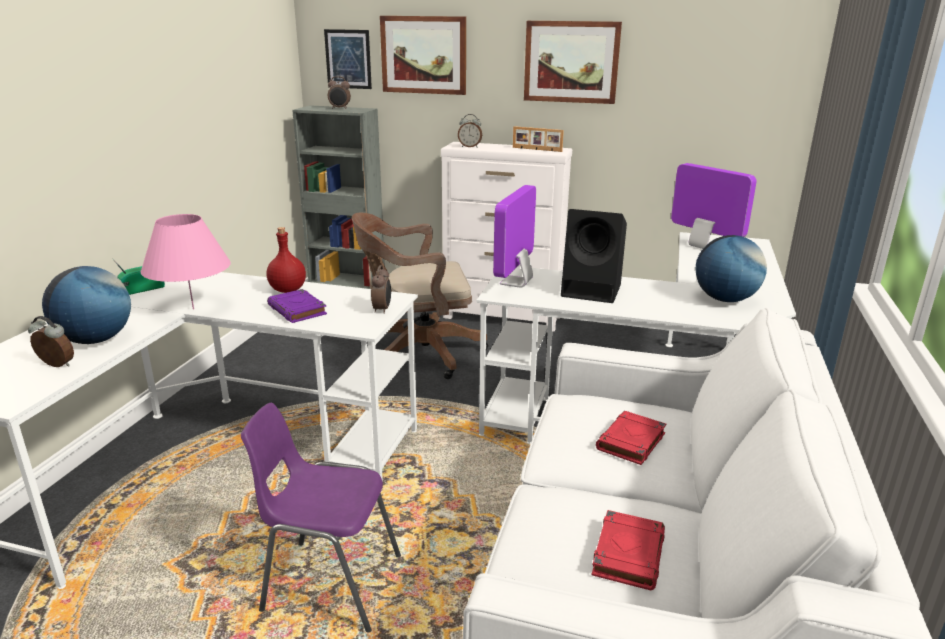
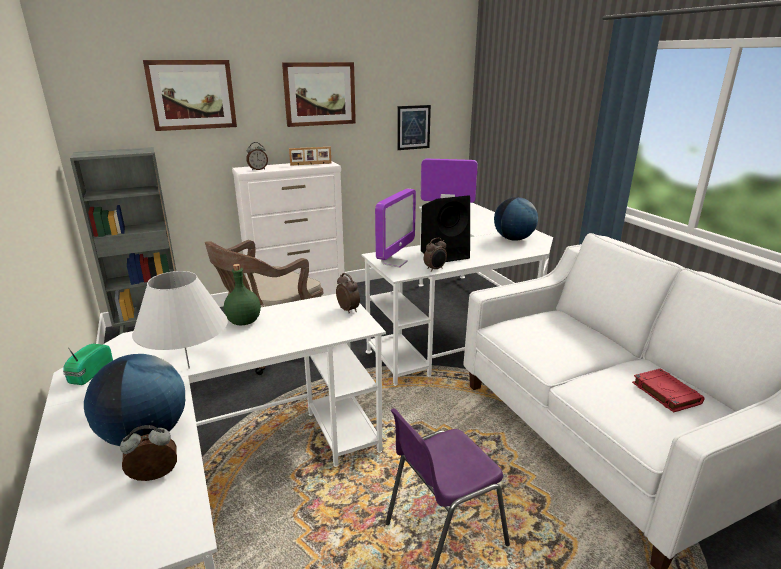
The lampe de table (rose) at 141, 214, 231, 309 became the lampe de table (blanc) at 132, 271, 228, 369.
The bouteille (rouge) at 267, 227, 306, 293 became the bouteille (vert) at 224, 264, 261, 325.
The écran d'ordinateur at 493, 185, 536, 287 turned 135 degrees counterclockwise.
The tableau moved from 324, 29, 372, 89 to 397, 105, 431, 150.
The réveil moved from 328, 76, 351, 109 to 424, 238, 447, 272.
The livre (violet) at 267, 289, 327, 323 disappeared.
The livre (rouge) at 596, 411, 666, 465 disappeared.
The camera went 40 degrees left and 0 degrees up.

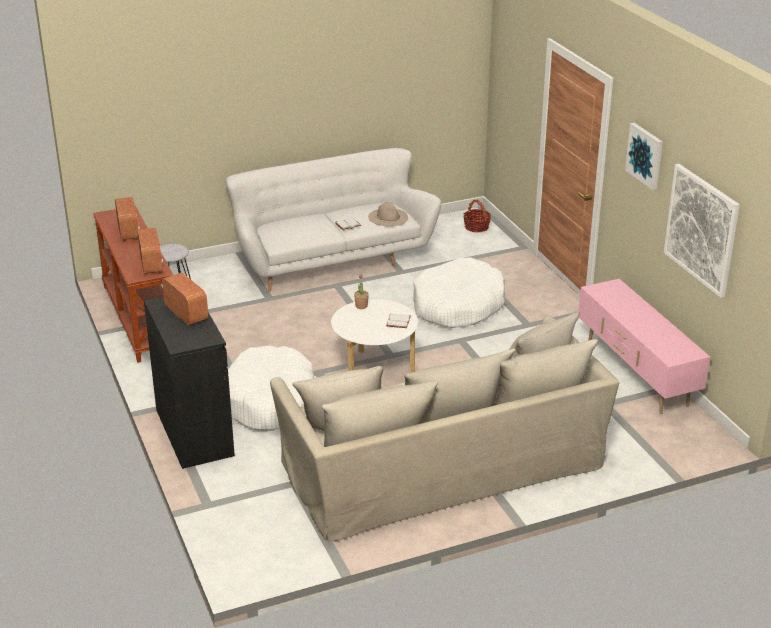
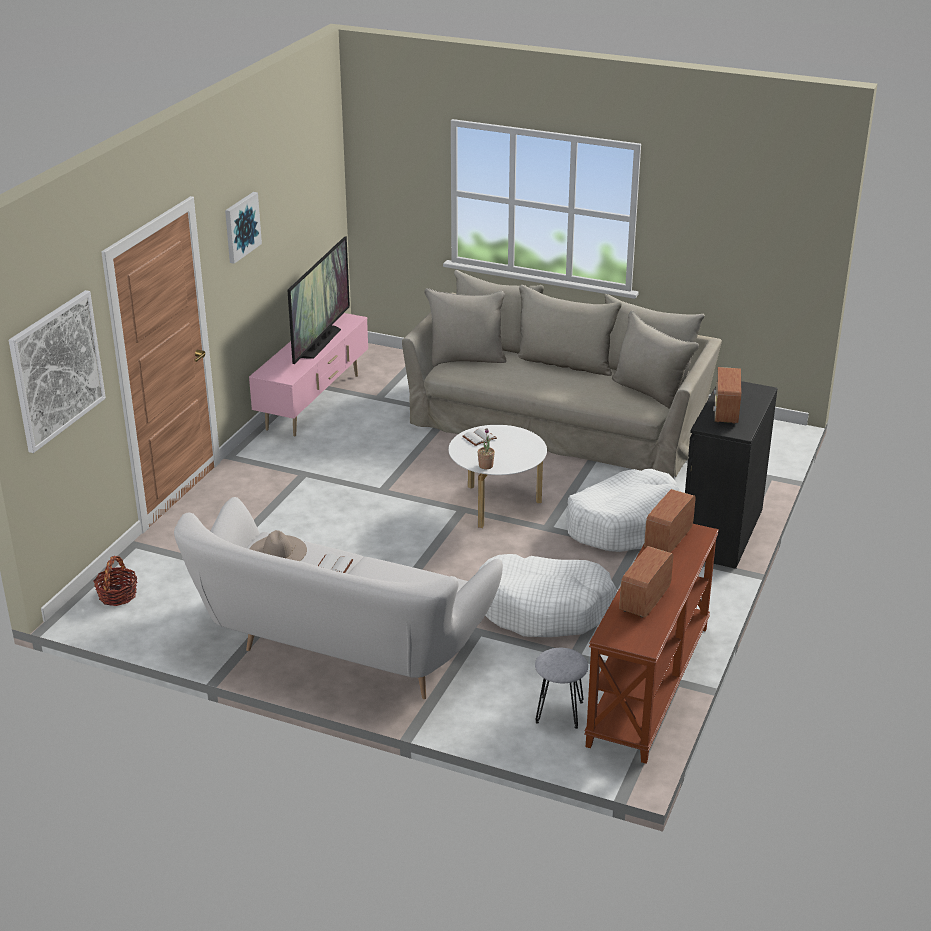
The tableau moved from 664, 164, 740, 298 to 9, 290, 106, 453.
The téléviseur at 287, 236, 350, 364 appeared.
The panier pour chien (blanc) moved from 413, 257, 505, 328 to 479, 554, 617, 637.
The camera went 135 degrees left and 0 degrees up.

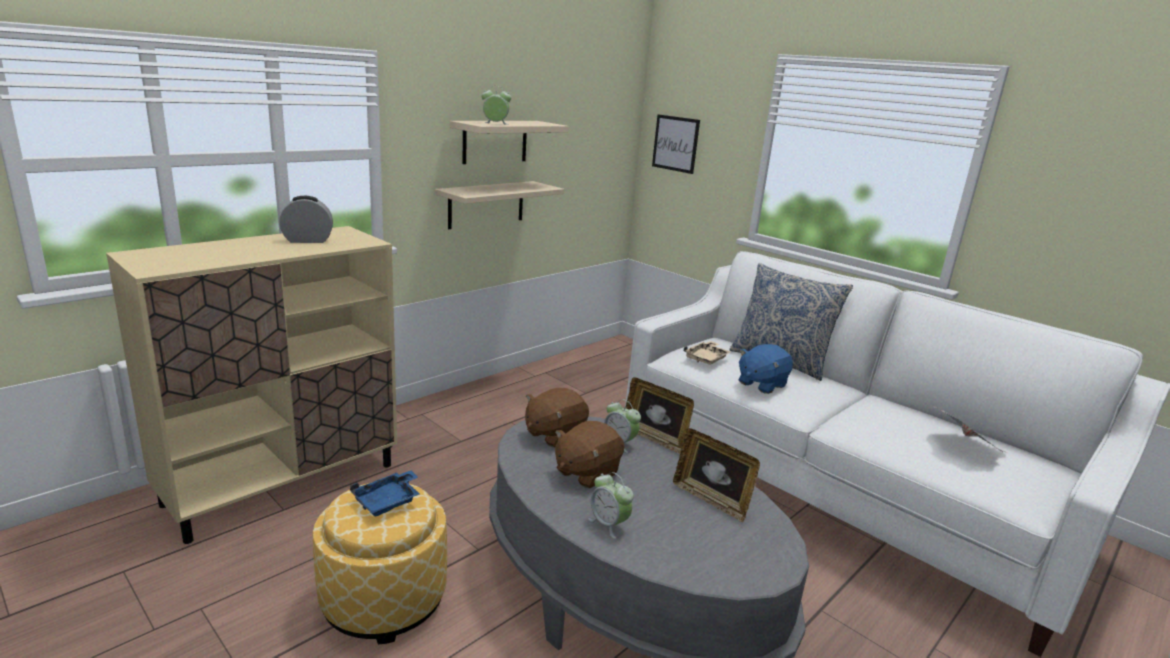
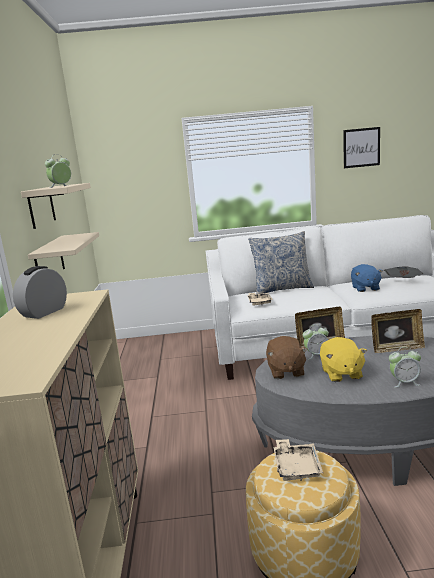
The plateau (bleu) at 350, 471, 420, 516 became the plateau (beige) at 273, 439, 323, 481.
The peluche (marron) at 555, 421, 624, 488 became the peluche (jaune) at 320, 337, 367, 382.
The tableau moved from 652, 114, 700, 174 to 343, 127, 380, 168.
The peluche (bleu) moved from 738, 344, 793, 394 to 351, 264, 383, 292.
The camera went 45 degrees left and 5 degrees down.

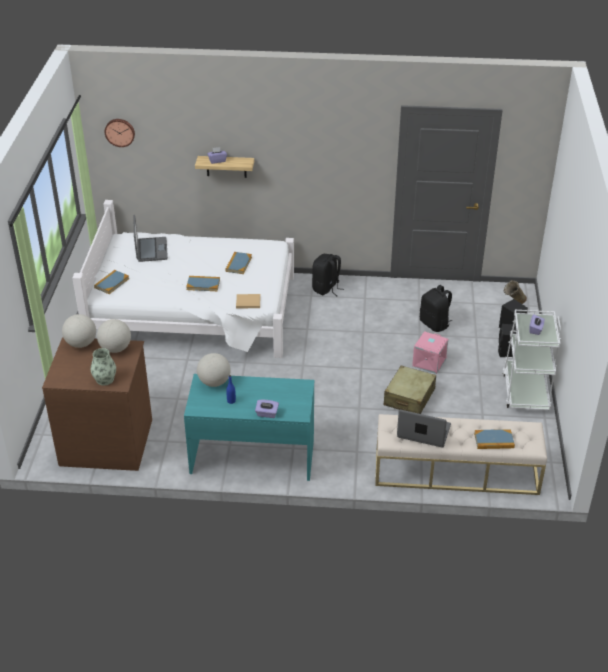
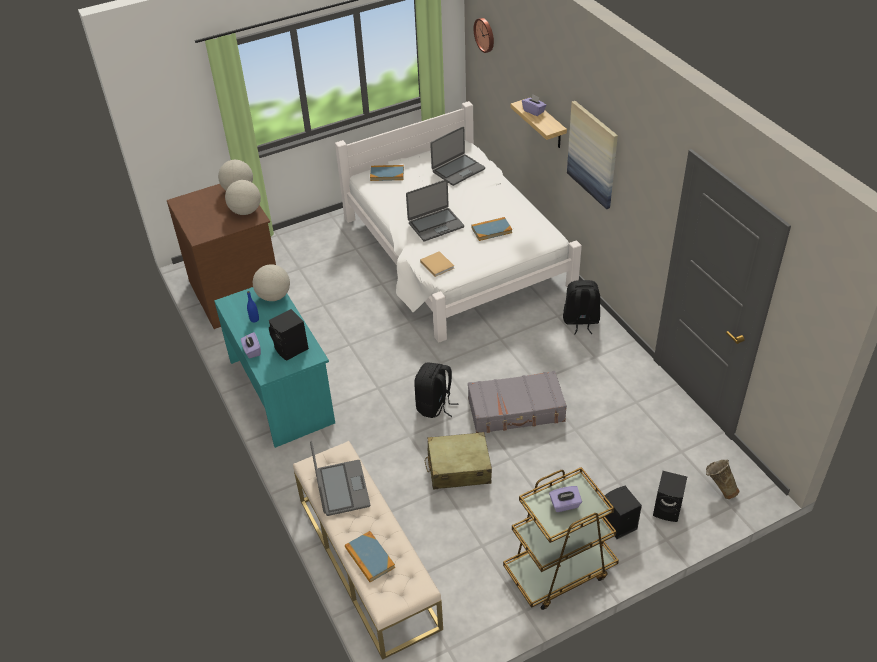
The enceinte (noir) at 269, 309, 309, 361 appeared.
The livre at 186, 276, 220, 291 was replaced by the ordinateur portable at 406, 179, 464, 241.
The sac à dos (noir) moved from 420, 285, 452, 332 to 414, 362, 458, 418.
The valise (gris) at 468, 371, 567, 433 appeared.
The chariot (blanc) at 503, 310, 561, 410 became the chariot (marron) at 503, 467, 619, 610.
The tableau at 567, 101, 618, 209 appeared.
The vase at 91, 348, 116, 386 disappeared.
The boîte de rangement (rose) at 412, 331, 448, 374 disappeared.
The camera went 60 degrees right and 5 degrees up.

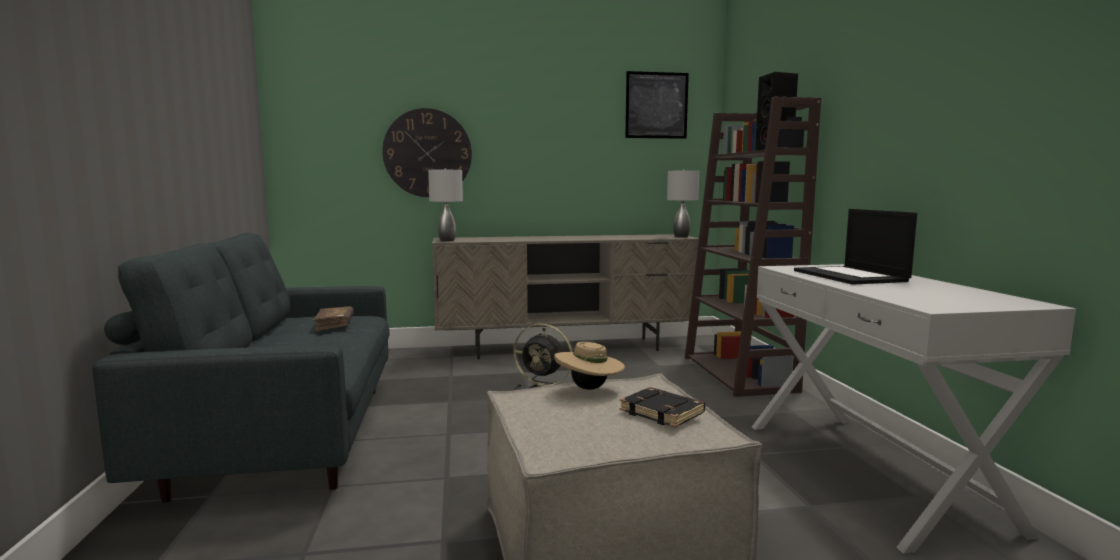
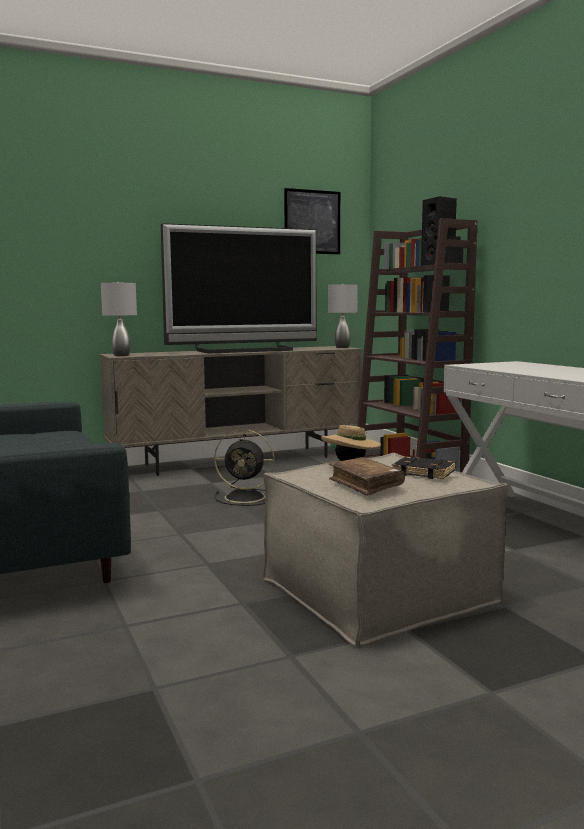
The téléviseur at 161, 223, 317, 353 appeared.
The livre (marron) moved from 312, 306, 354, 332 to 329, 457, 405, 496.
The horloge murale at 382, 108, 472, 197 disappeared.
The ordinateur portable at 794, 209, 917, 285 disappeared.
The camera went 15 degrees left and 0 degrees up.

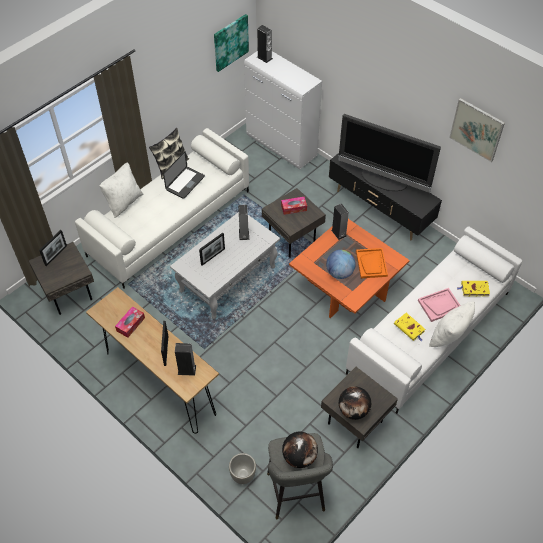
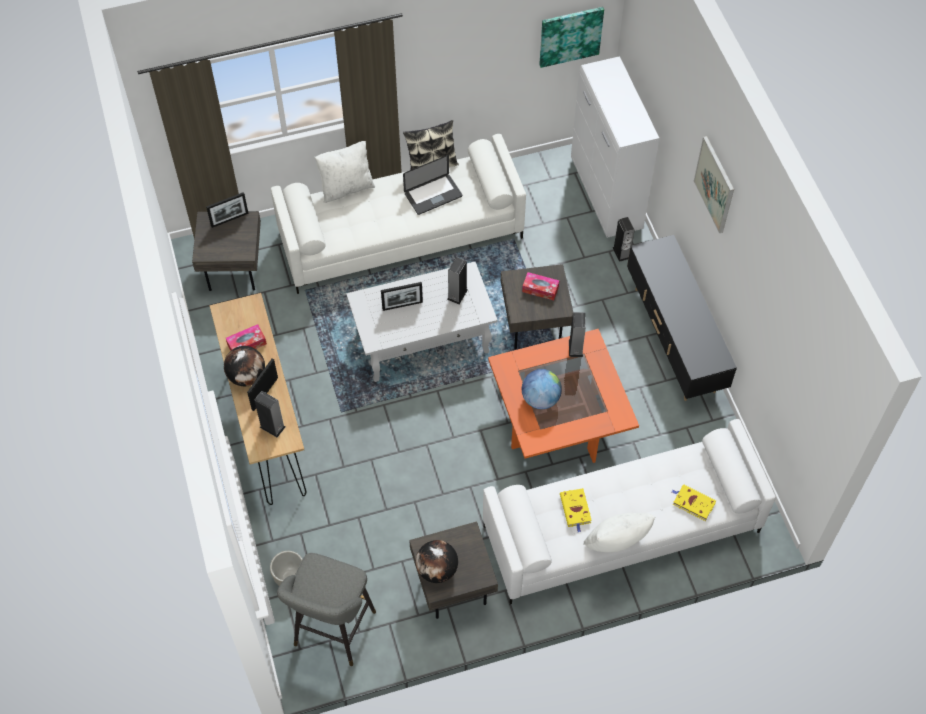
The globe moved from 282, 432, 318, 468 to 224, 346, 265, 386.
The enceinte moved from 257, 25, 273, 63 to 613, 217, 635, 262.
The tableau moved from 449, 98, 505, 162 to 694, 136, 734, 233.
The téléviseur at 339, 114, 441, 193 disappeared.
The plateau (orange) at 356, 248, 388, 278 disappeared.
The plateau (rose) at 418, 288, 461, 322 disappeared.
The camera went 30 degrees right and 5 degrees up.

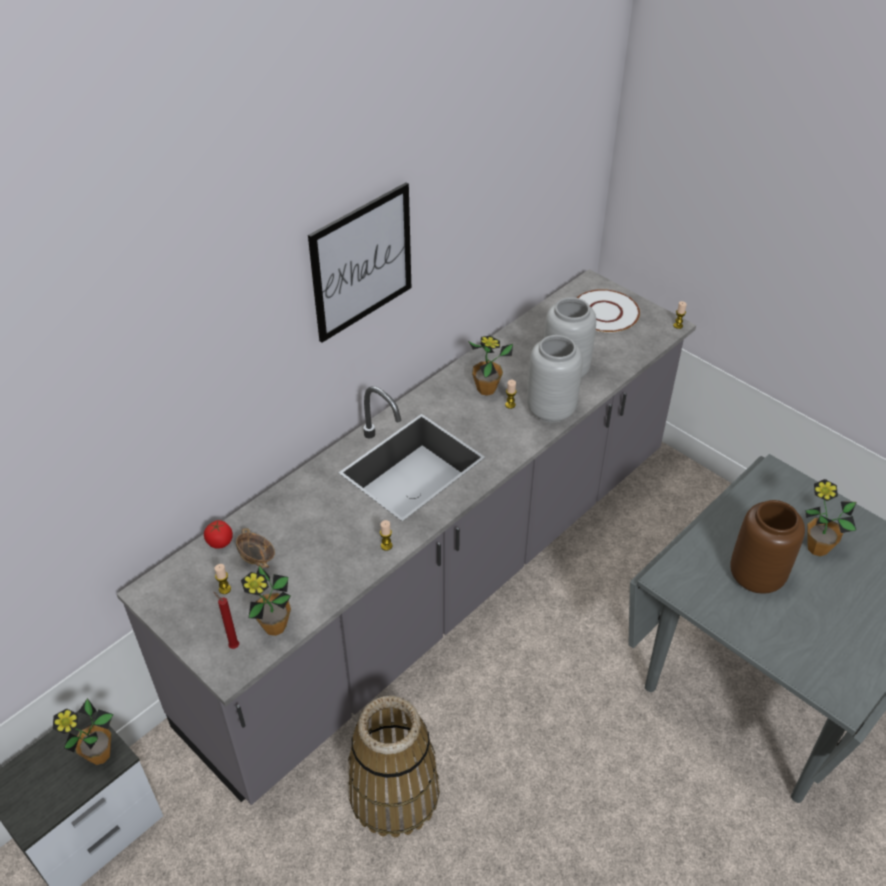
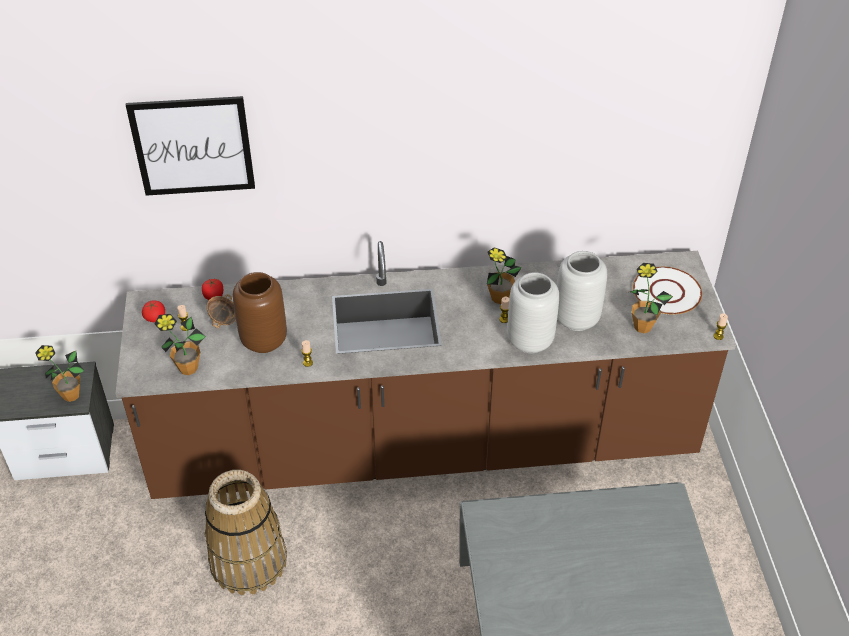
The comptoir de cuisine (gris) at 117, 269, 696, 805 became the comptoir de cuisine (marron) at 115, 241, 736, 499.
The tableau moved from 308, 183, 411, 343 to 126, 96, 255, 196.
The tomate at 142, 301, 165, 322 appeared.
The vase (marron) moved from 730, 500, 805, 594 to 233, 272, 287, 353.
The plante en pot moved from 805, 479, 856, 556 to 630, 263, 673, 333.
The bougie (rouge) at 214, 592, 239, 649 disappeared.
The camera went 40 degrees right and 0 degrees up.

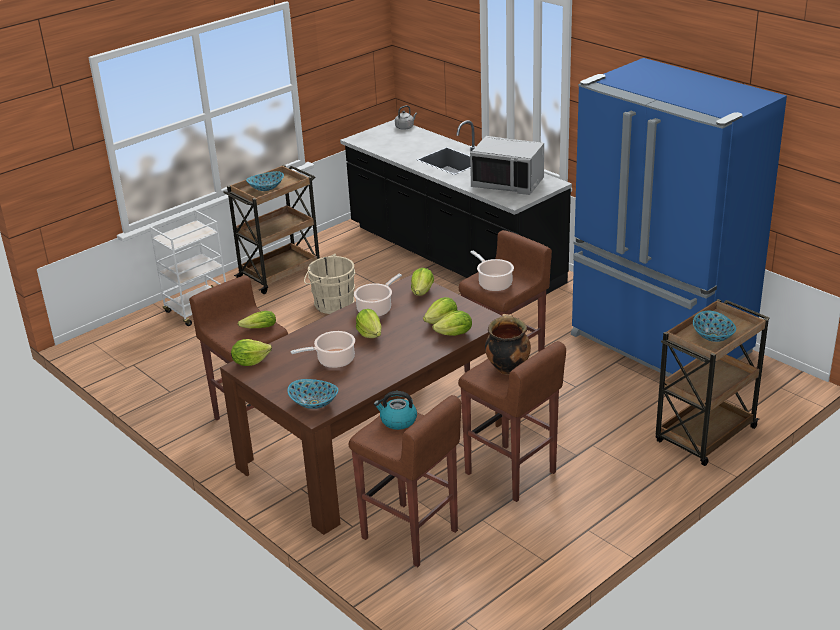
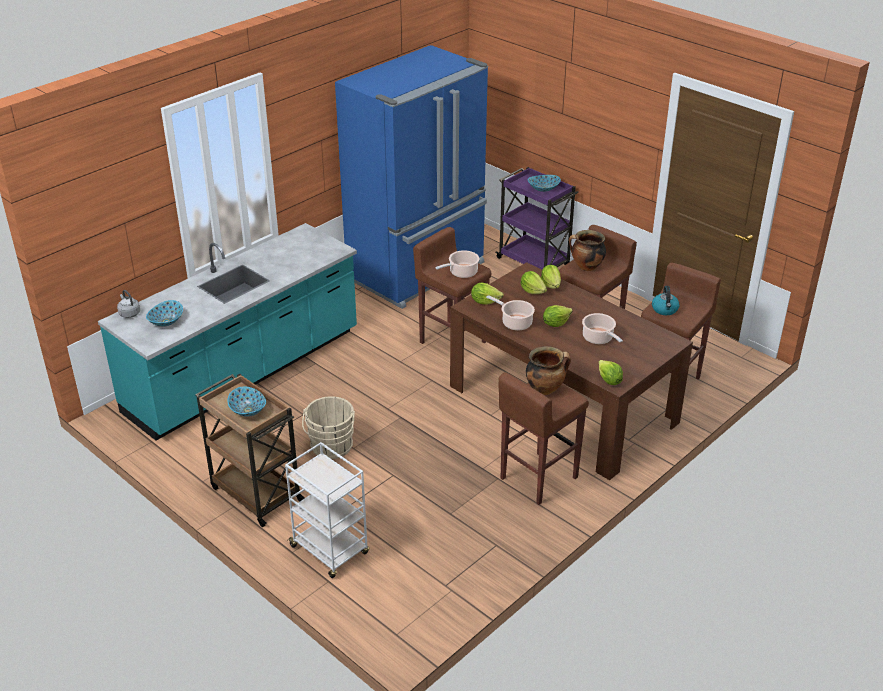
The comptoir de cuisine (noir) at 340, 119, 572, 305 became the comptoir de cuisine (turquoise) at 98, 223, 357, 441.
The bol moved from 287, 379, 338, 409 to 146, 300, 183, 327.
The chariot (marron) at 656, 299, 770, 466 became the chariot (violet) at 496, 167, 579, 270.
The laitue at 238, 311, 276, 328 was replaced by the marmite at 526, 346, 571, 395.
The micro-ondes (gris) at 470, 136, 544, 195 disappeared.
The camera went 95 degrees left and 5 degrees up.

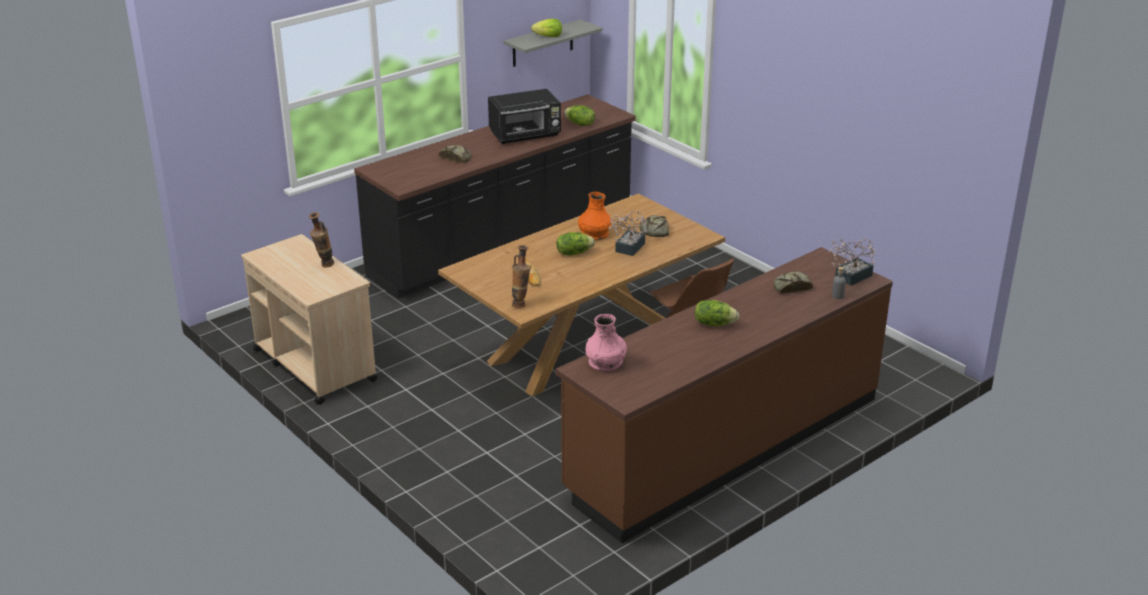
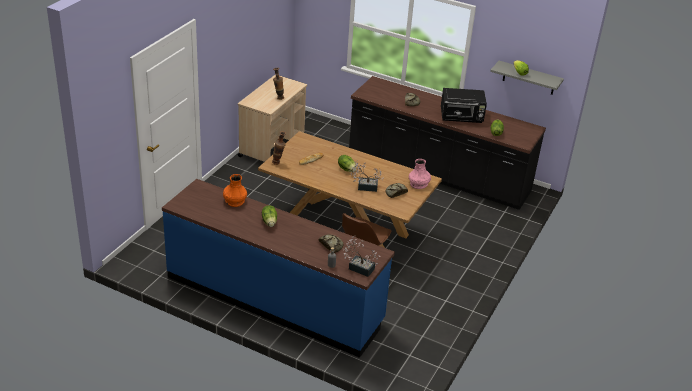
The comptoir de cuisine (marron) at 556, 247, 893, 543 became the comptoir de cuisine (bleu) at 162, 179, 395, 358.
The vase (orange) moved from 578, 192, 612, 240 to 223, 174, 247, 207.
The vase (rose) moved from 585, 314, 627, 371 to 409, 159, 431, 189.
The micro-ondes (noir) at 488, 89, 561, 144 turned 45 degrees counterclockwise.
The camera went 65 degrees right and 5 degrees up.

